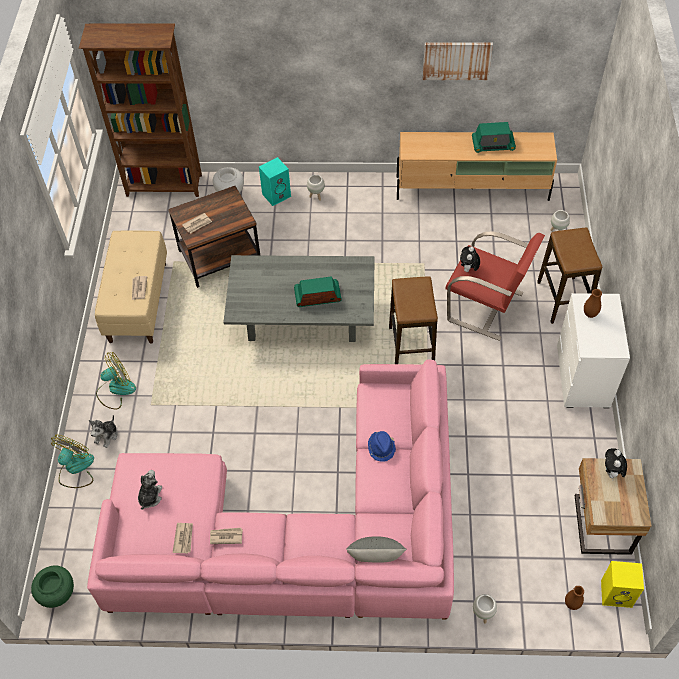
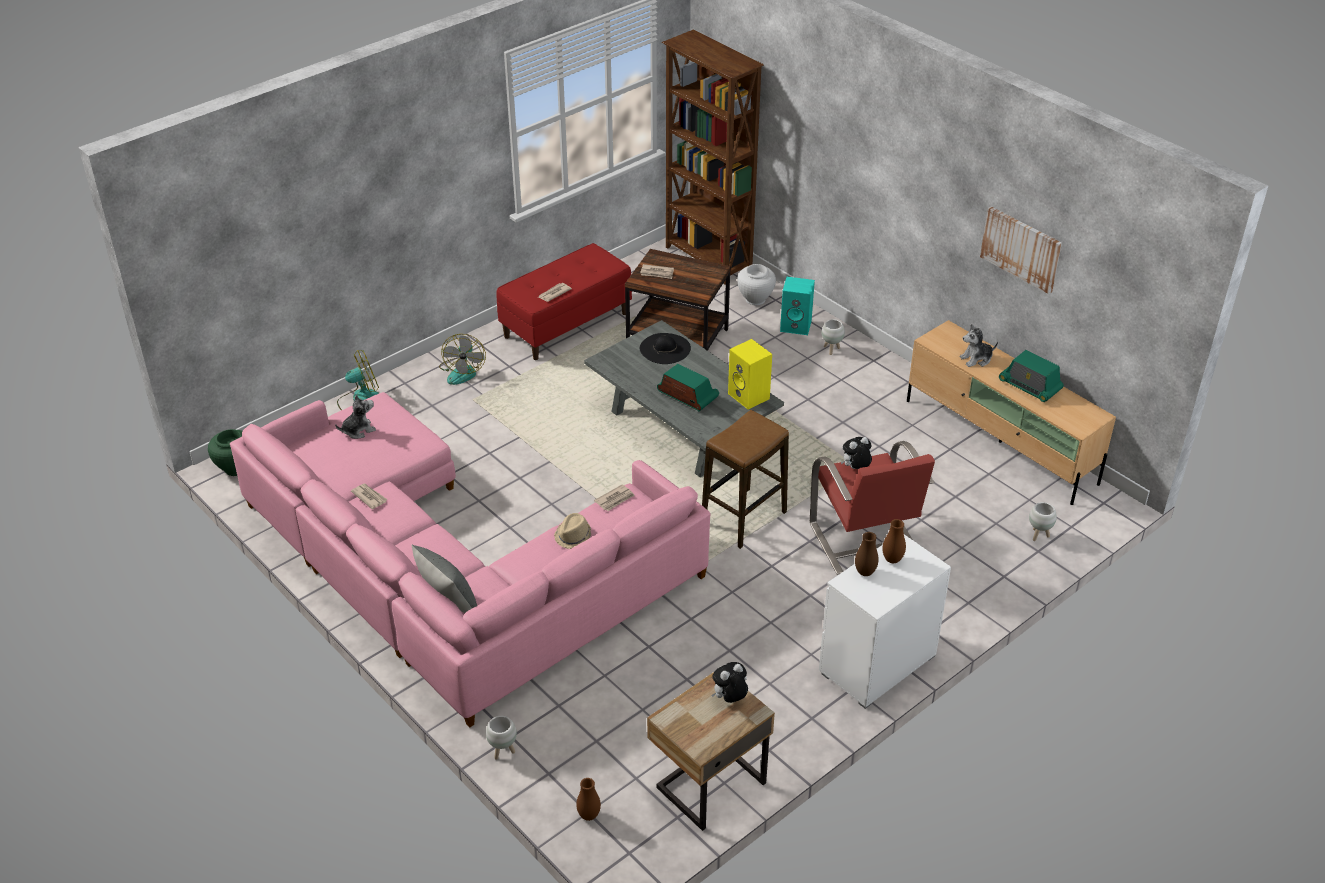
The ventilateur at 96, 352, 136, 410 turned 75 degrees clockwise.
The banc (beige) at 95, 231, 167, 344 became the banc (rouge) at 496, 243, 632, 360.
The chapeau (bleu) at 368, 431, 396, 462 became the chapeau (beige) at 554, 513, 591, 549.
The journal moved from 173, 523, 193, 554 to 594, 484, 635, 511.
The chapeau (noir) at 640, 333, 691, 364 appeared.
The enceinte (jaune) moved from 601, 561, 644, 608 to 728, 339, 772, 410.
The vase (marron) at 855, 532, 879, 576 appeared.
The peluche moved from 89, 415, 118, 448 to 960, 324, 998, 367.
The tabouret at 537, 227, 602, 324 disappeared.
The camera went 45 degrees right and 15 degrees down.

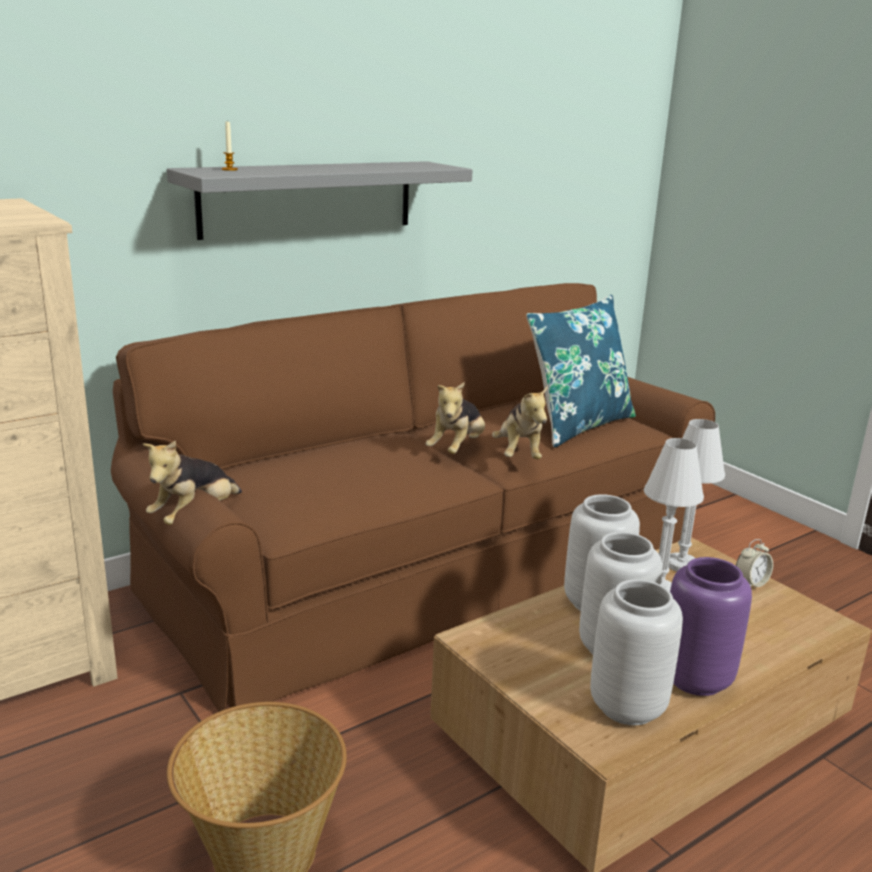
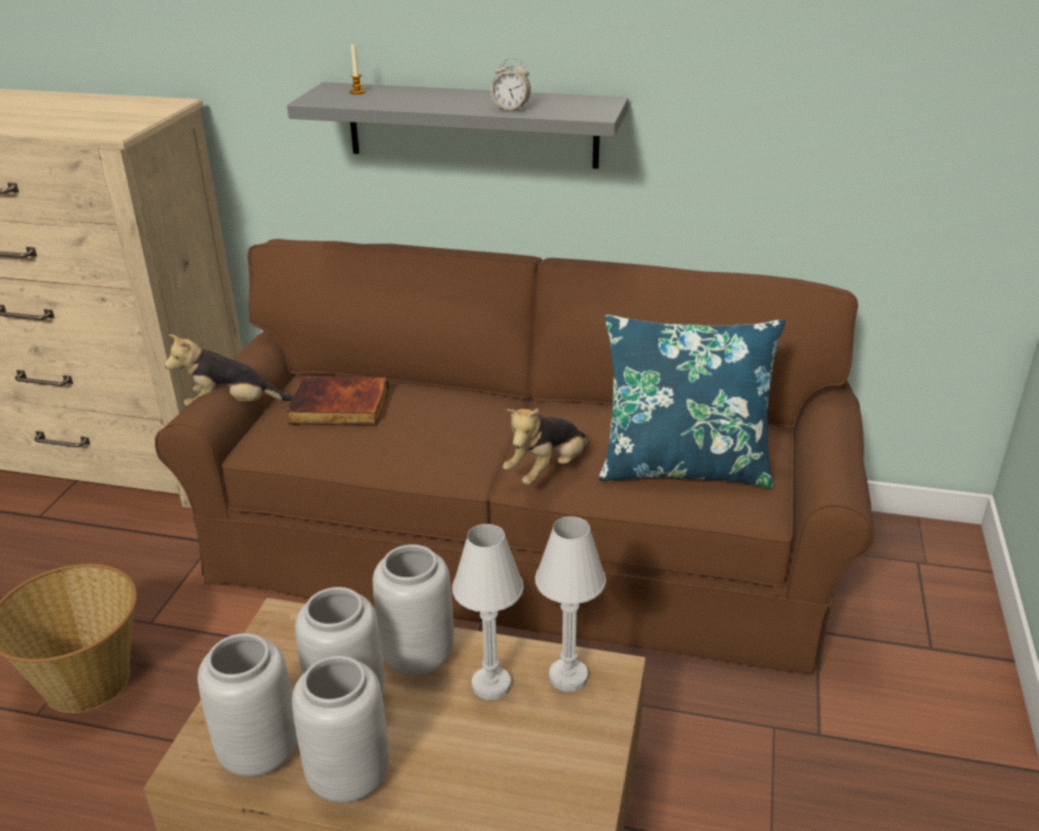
The livre at 287, 376, 389, 426 appeared.
The vase (violet) at 670, 557, 752, 696 became the vase (gris) at 292, 656, 389, 803.
The réveil moved from 736, 539, 773, 587 to 491, 58, 531, 111.
The peluche at 426, 382, 485, 454 disappeared.
The camera went 50 degrees right and 10 degrees up.

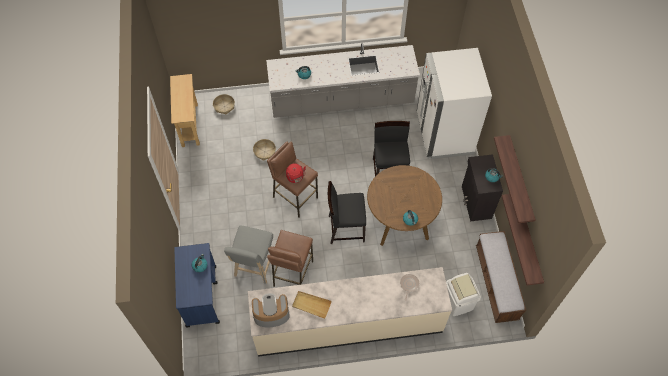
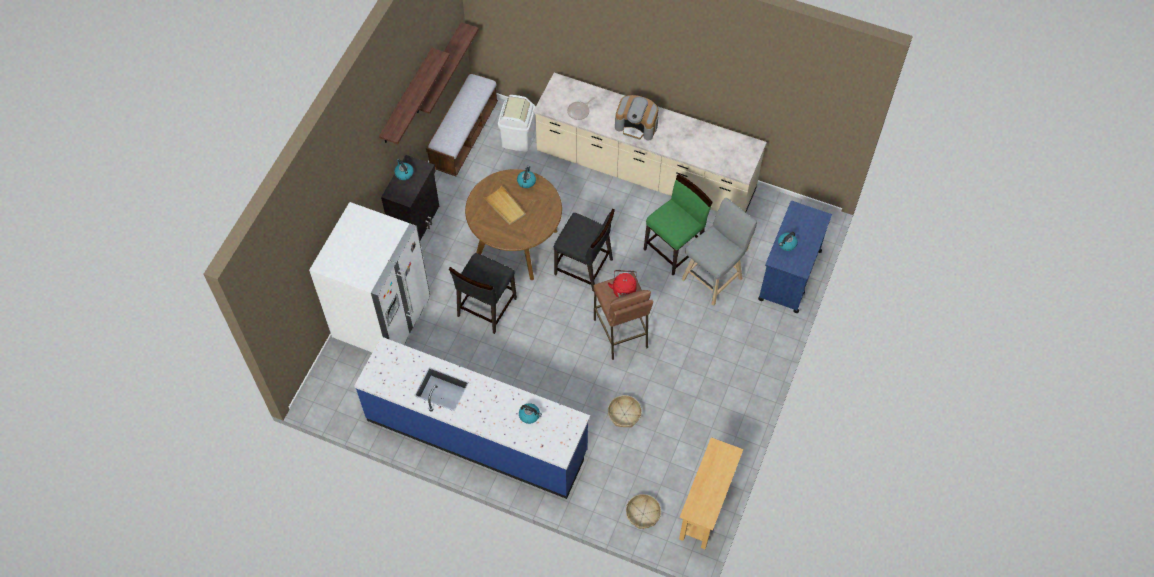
The comptoir de cuisine (gris) at 266, 43, 420, 118 became the comptoir de cuisine (bleu) at 354, 337, 590, 499.
The plateau (beige) moved from 292, 291, 332, 319 to 483, 185, 526, 225.
The machine à café moved from 252, 293, 290, 328 to 615, 95, 659, 141.
The tabouret (marron) at 267, 230, 313, 287 was replaced by the chaise (vert) at 644, 174, 713, 276.
The camera went 150 degrees left and 0 degrees up.

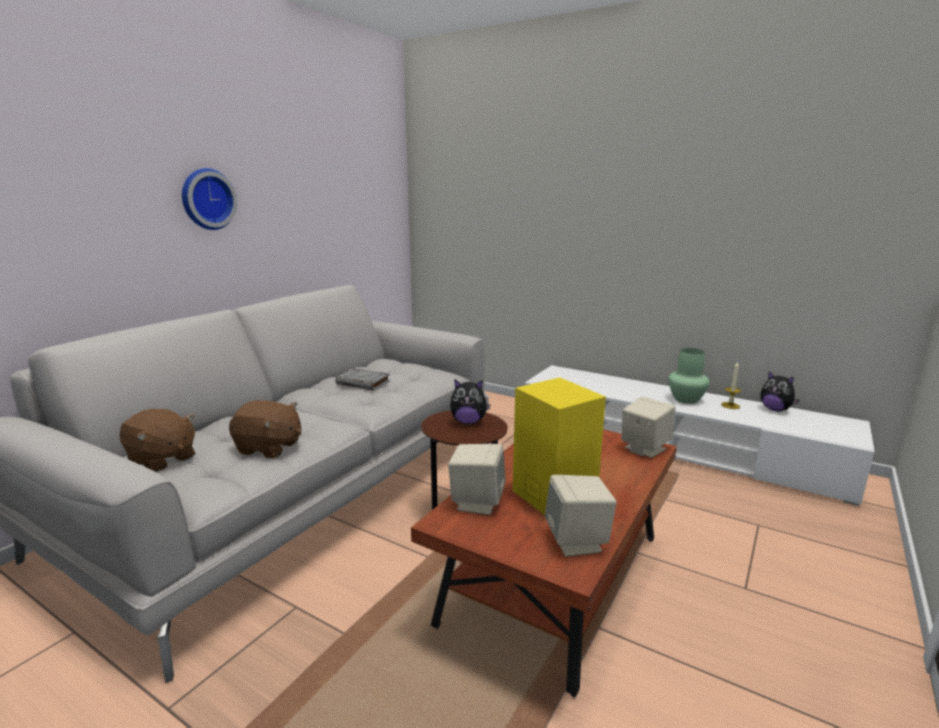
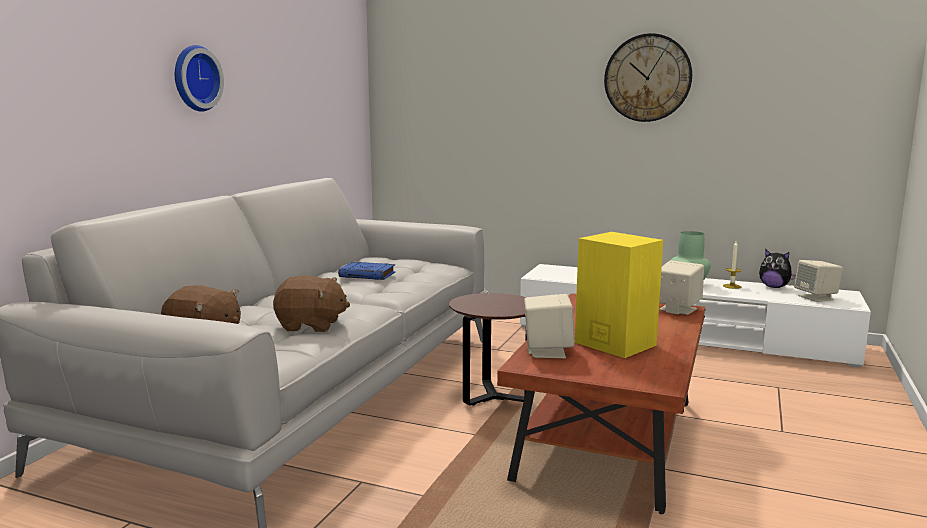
The livre (gris) at 335, 368, 390, 391 became the livre (bleu) at 338, 262, 395, 280.
The horloge murale at 604, 33, 692, 122 appeared.
The enceinte (beige) moved from 545, 475, 617, 557 to 794, 260, 843, 302.
The peluche at 450, 379, 491, 424 disappeared.
The camera went 10 degrees left and 5 degrees down.

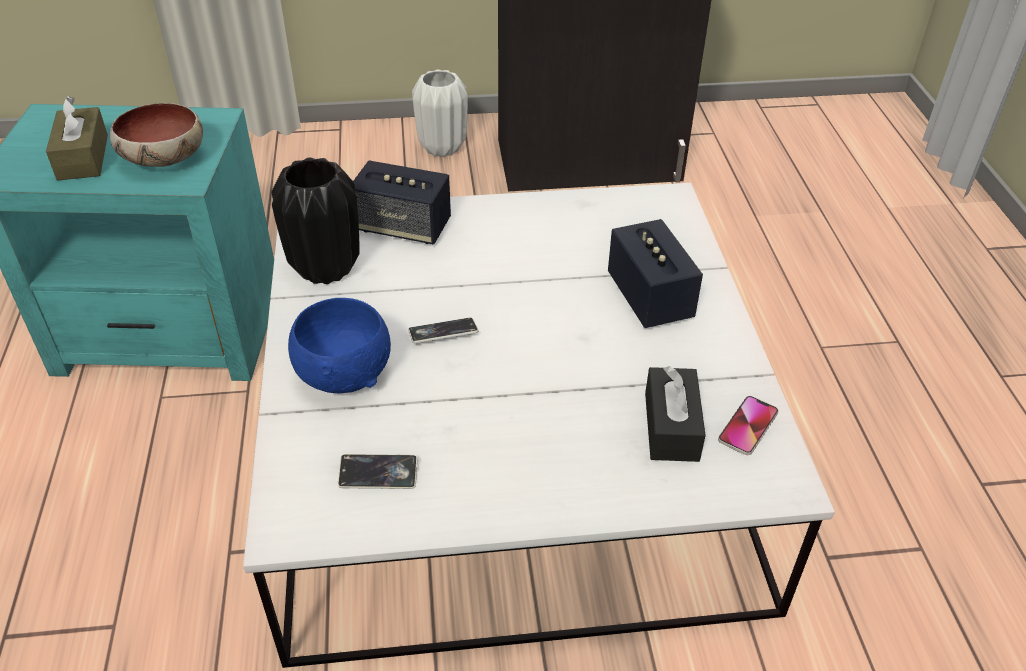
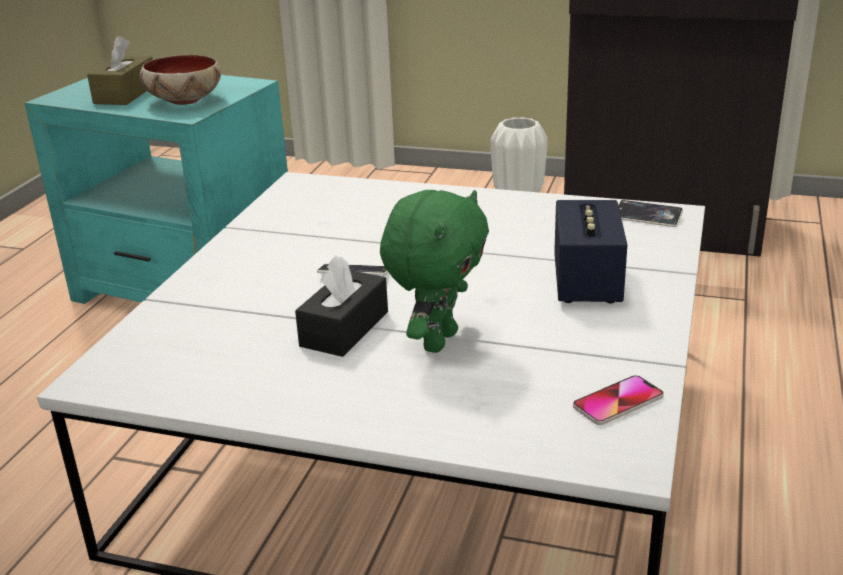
The boîte à mouchoirs (noir) moved from 645, 366, 706, 462 to 295, 255, 388, 357.
The peluche (vert) at 380, 190, 489, 353 appeared.
The téléphone moved from 338, 454, 417, 489 to 618, 200, 683, 227.
The vase (noir) at 271, 158, 359, 284 disappeared.
The bol (bleu) at 288, 298, 391, 393 disappeared.
The enceinte at 353, 160, 451, 244 disappeared.
The camera went 25 degrees right and 15 degrees down.

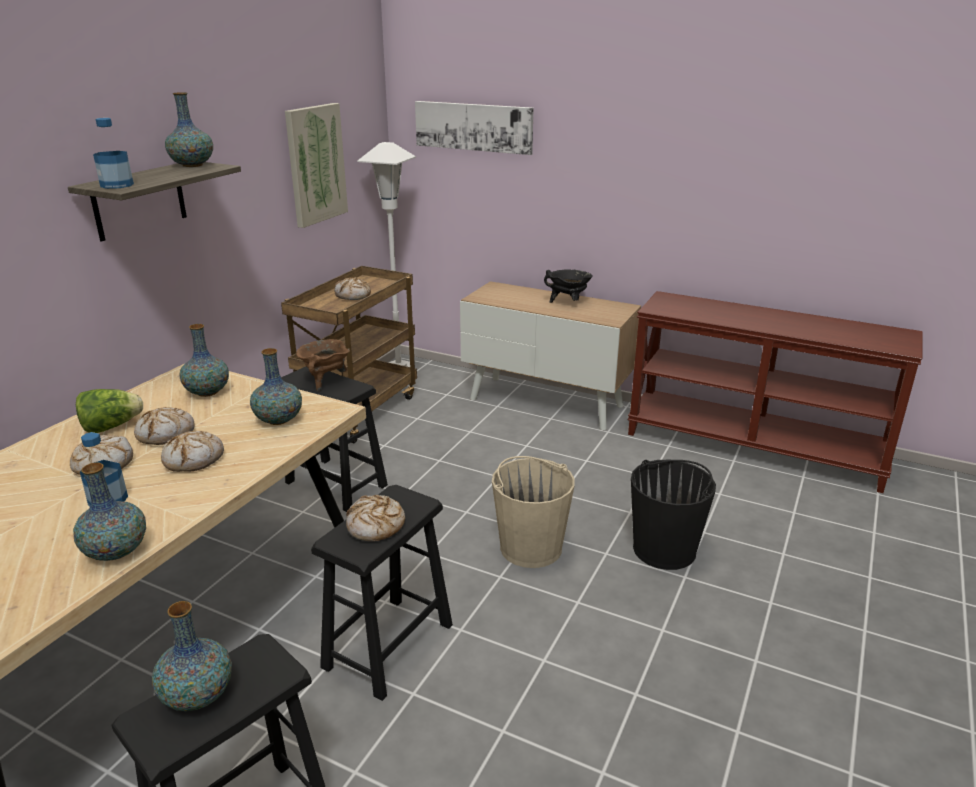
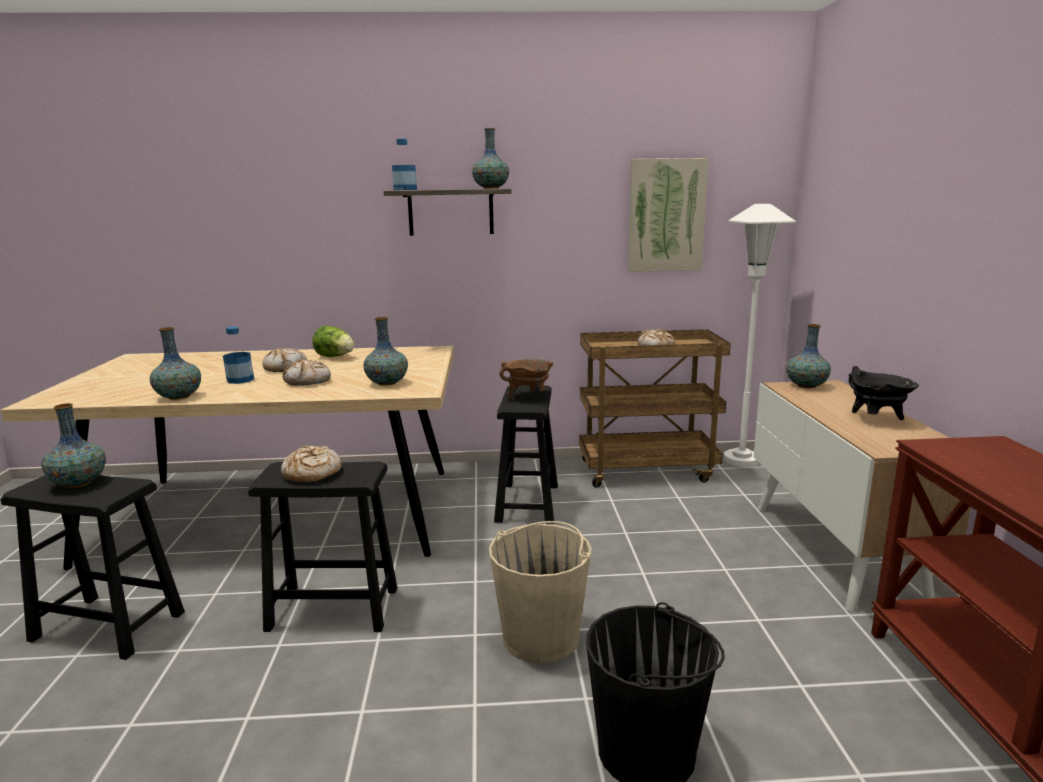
The vase moved from 180, 324, 229, 397 to 786, 324, 831, 388.
The pain at 134, 407, 195, 445 disappeared.
The tableau at 415, 101, 534, 155 disappeared.
The camera went 60 degrees right and 10 degrees down.

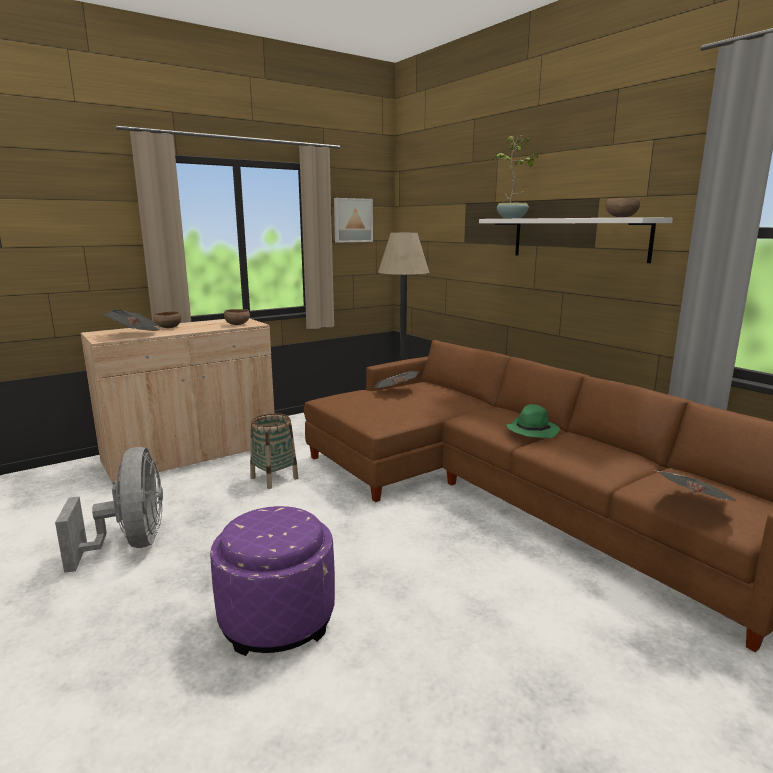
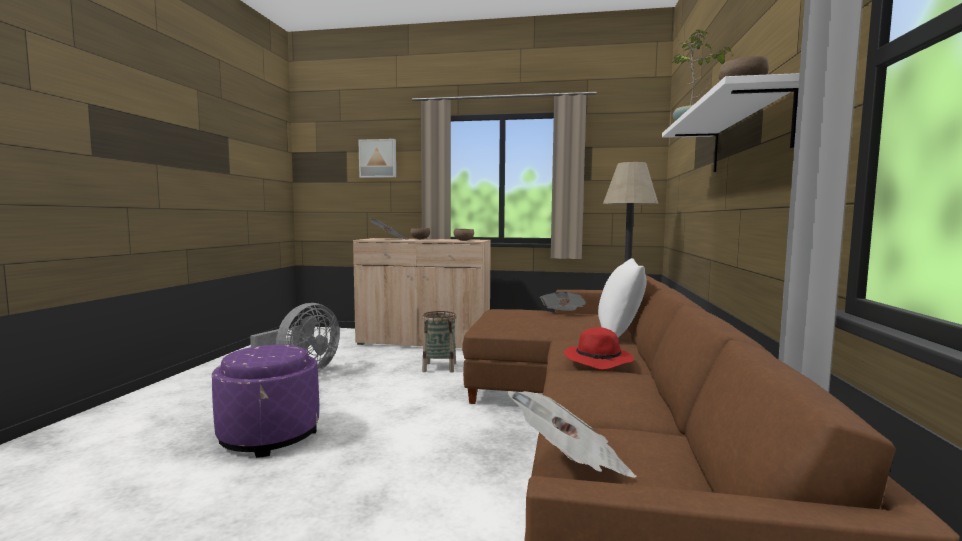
The tableau moved from 334, 198, 373, 243 to 359, 139, 396, 178.
The chapeau (vert) at 506, 404, 560, 438 became the chapeau (rouge) at 564, 327, 634, 370.
The coussin (blanc) at 598, 258, 647, 337 appeared.
The camera went 45 degrees right and 10 degrees down.

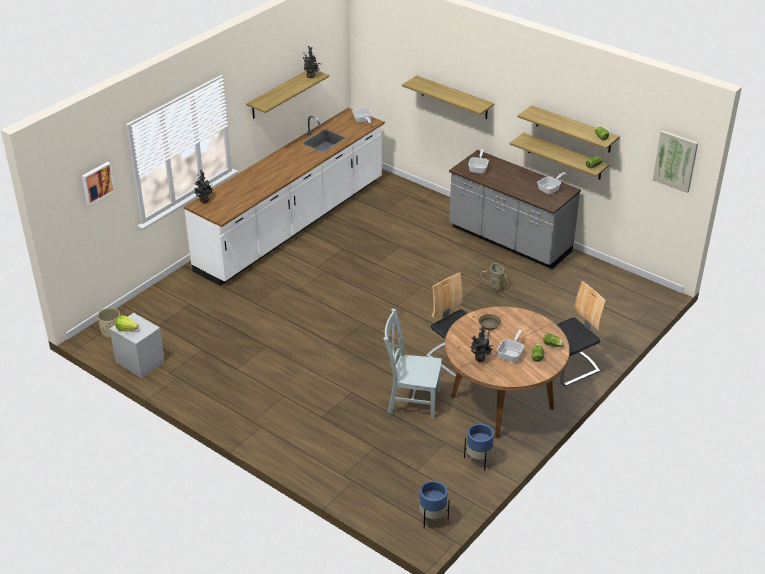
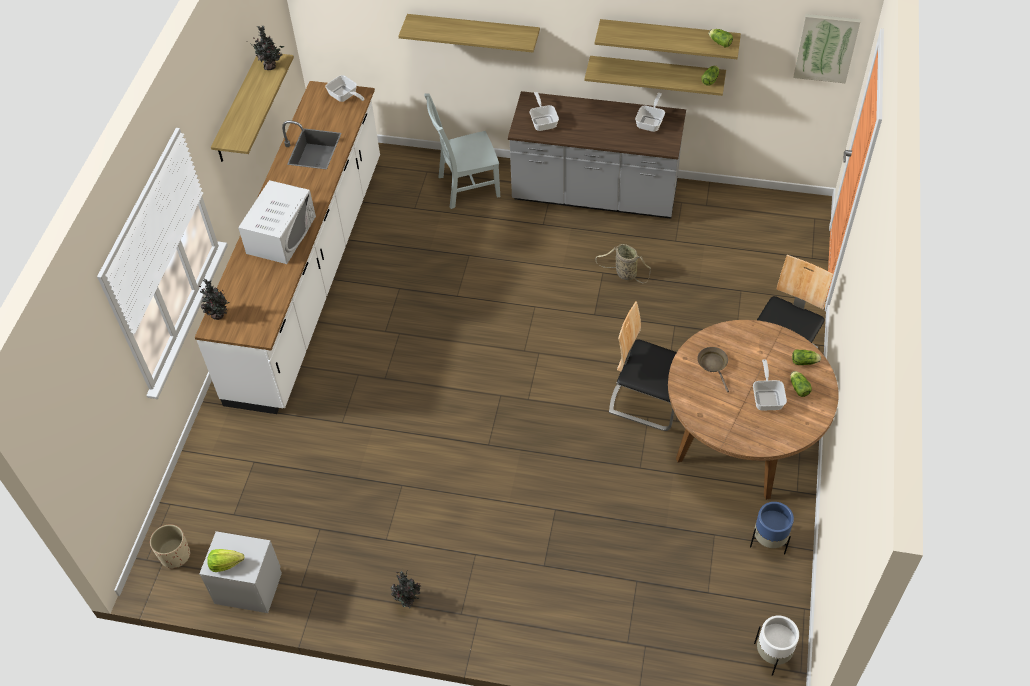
The micro-ondes (blanc) at 238, 180, 316, 264 appeared.
The plante en pot moved from 470, 325, 493, 362 to 391, 571, 421, 608.
The chaise (gris) moved from 384, 308, 442, 419 to 425, 93, 500, 209.
The cache-pot (bleu) at 419, 481, 450, 529 became the cache-pot (blanc) at 754, 616, 799, 676.
The tableau at 82, 162, 115, 205 disappeared.
The camera went 25 degrees left and 15 degrees up.

